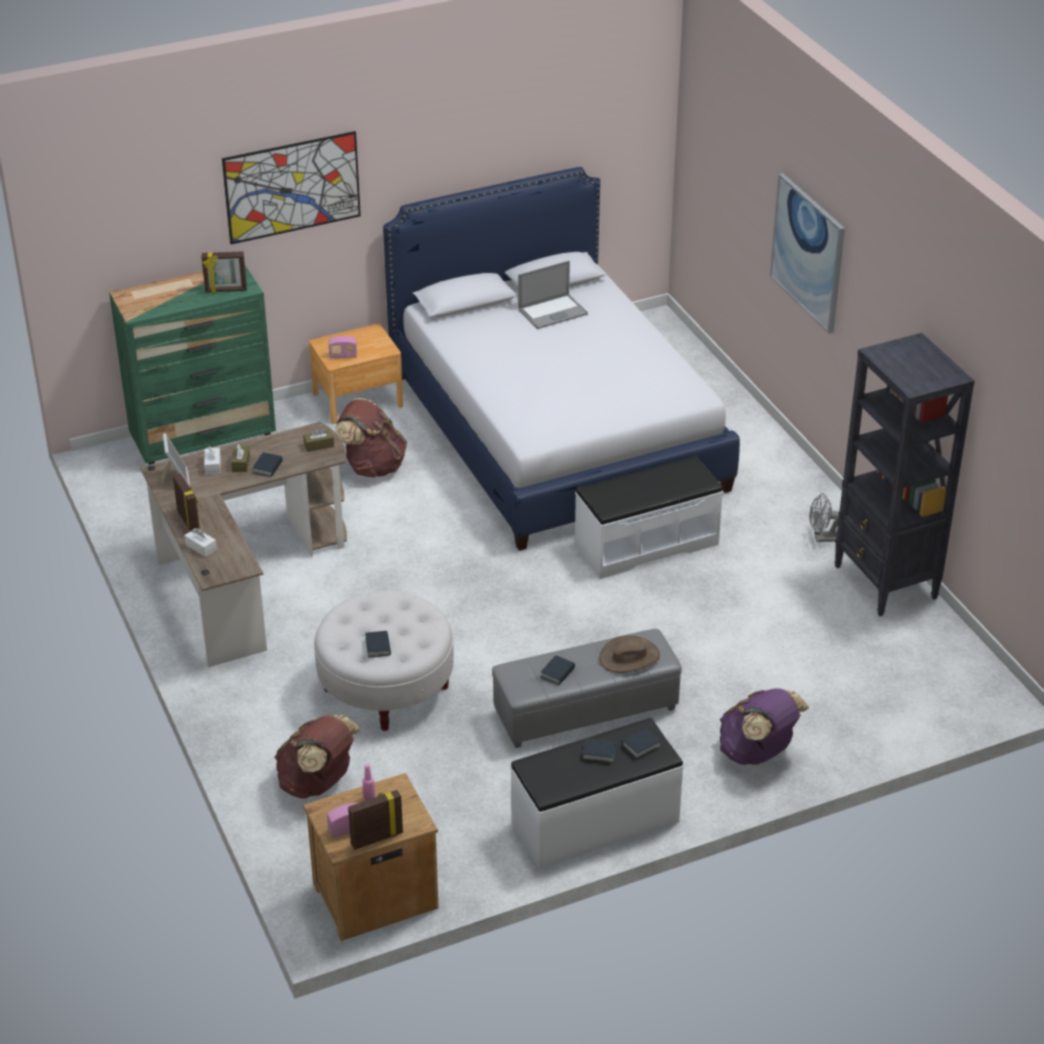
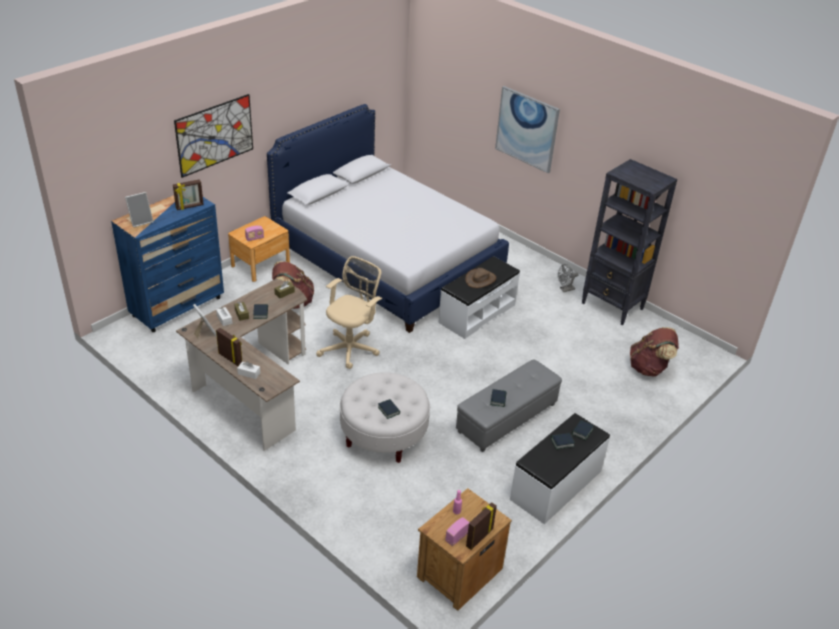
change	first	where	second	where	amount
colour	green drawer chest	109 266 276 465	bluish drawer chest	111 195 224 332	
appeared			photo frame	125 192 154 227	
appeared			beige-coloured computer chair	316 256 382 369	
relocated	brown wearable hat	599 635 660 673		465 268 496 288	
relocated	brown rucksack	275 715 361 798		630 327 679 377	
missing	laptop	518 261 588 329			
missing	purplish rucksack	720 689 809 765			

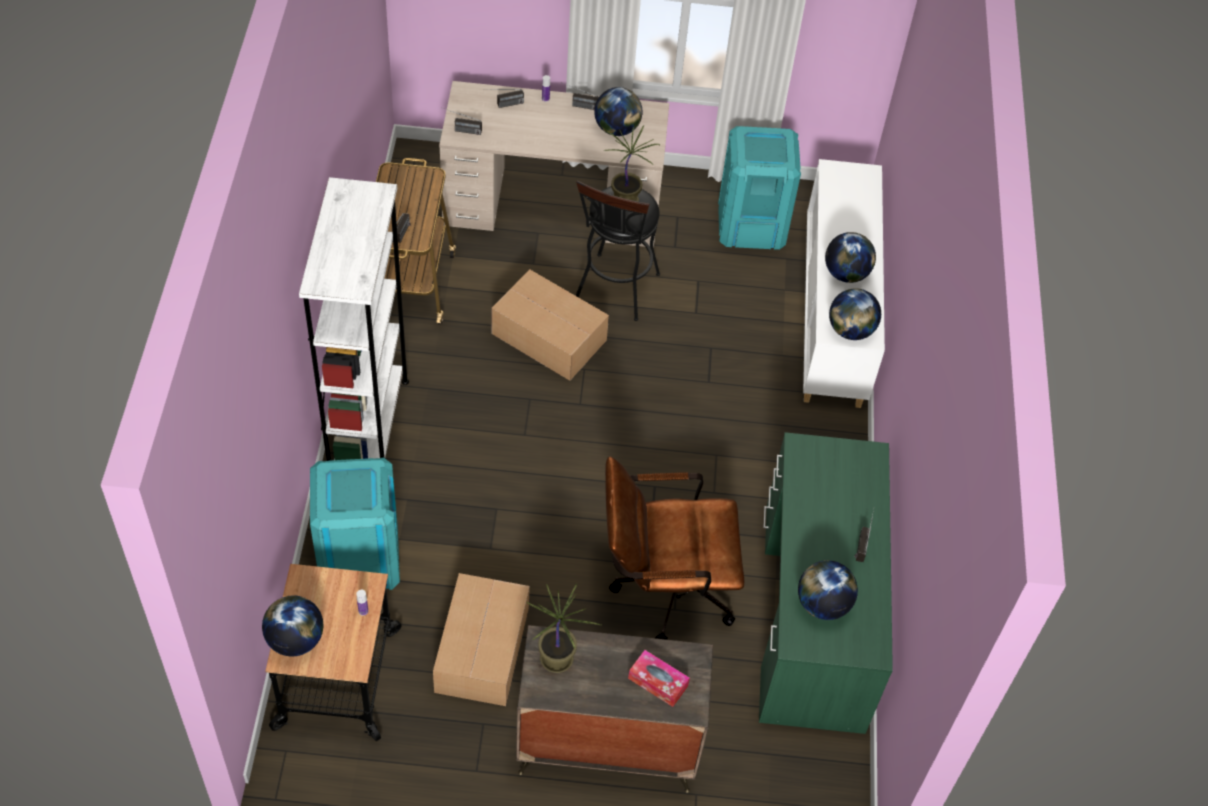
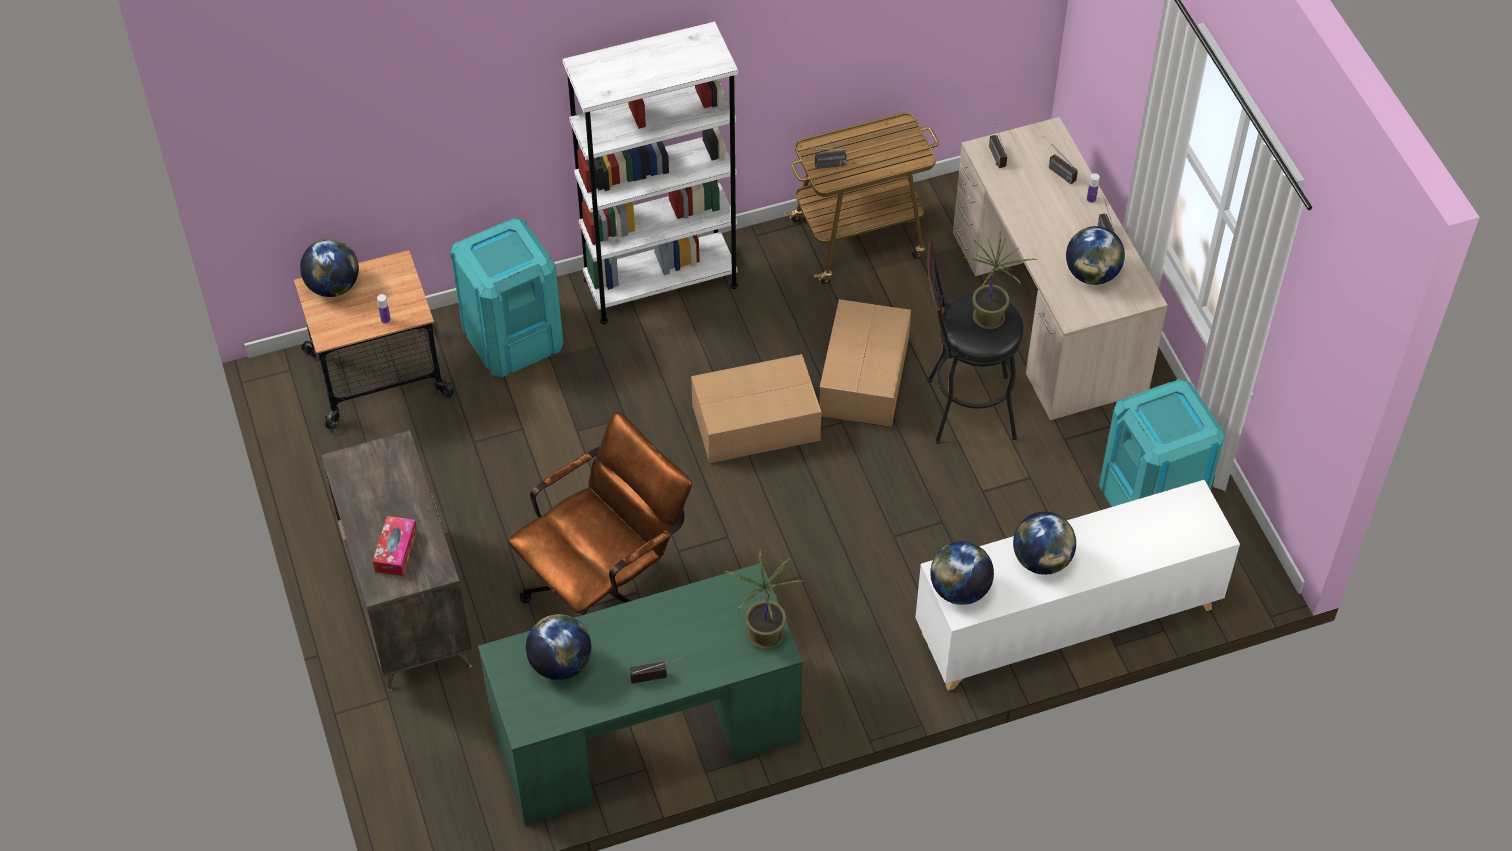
change	first	where	second	where	amount
spun	brown computer chair	605 457 744 640		508 412 692 615	75 degrees clockwise
relocated	packing box	433 573 530 706		691 354 821 463	
relocated	potted plant	526 584 601 673		724 549 804 649	

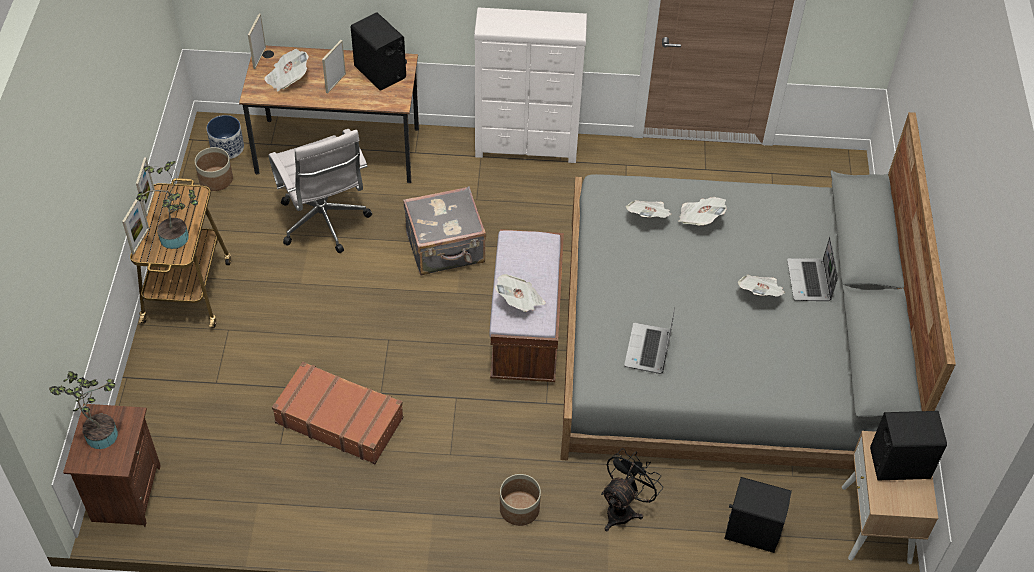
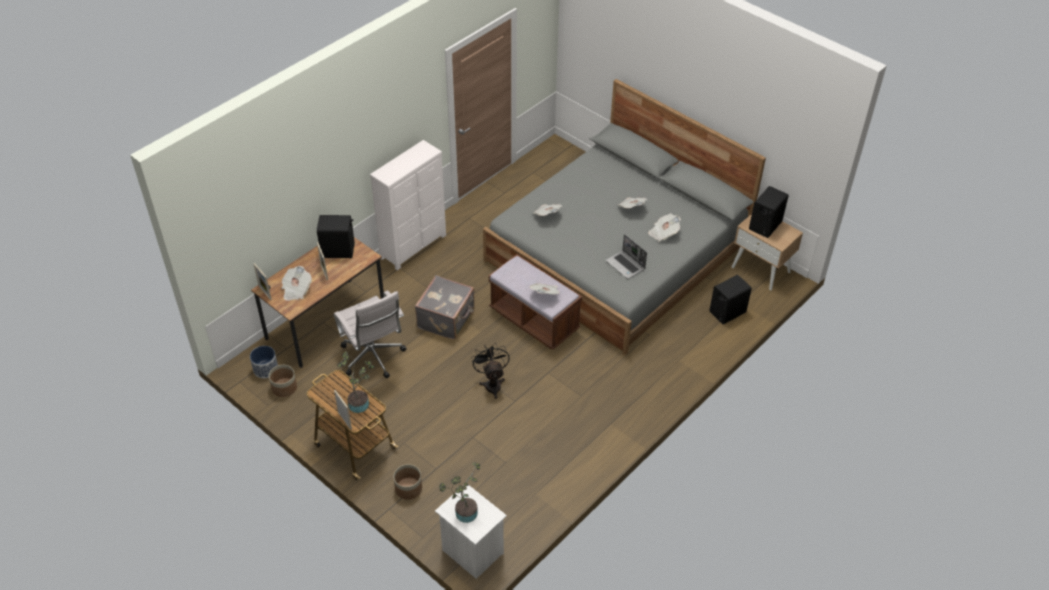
change	first	where	second	where	amount
spun	whitish computer chair	268 129 372 253		333 290 406 378	45 degrees clockwise
relocated	planter	500 474 541 526		393 464 422 500	
colour	brown night table	63 404 161 527	whitish night table	435 485 507 579	
relocated	blackish electric fan	601 448 663 531		472 344 510 399	
relocated	daily paper	678 197 727 226		648 214 681 242	
missing	photo frame	136 158 155 216			
missing	brown suitcase	272 362 403 464			
missing	laptop	787 237 838 301			

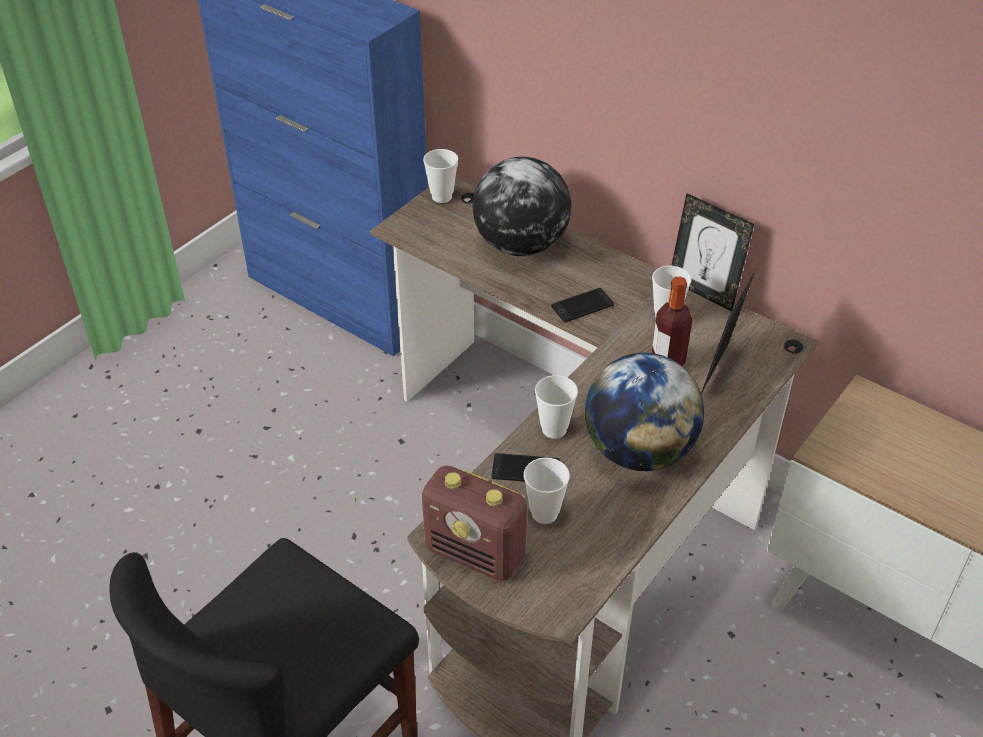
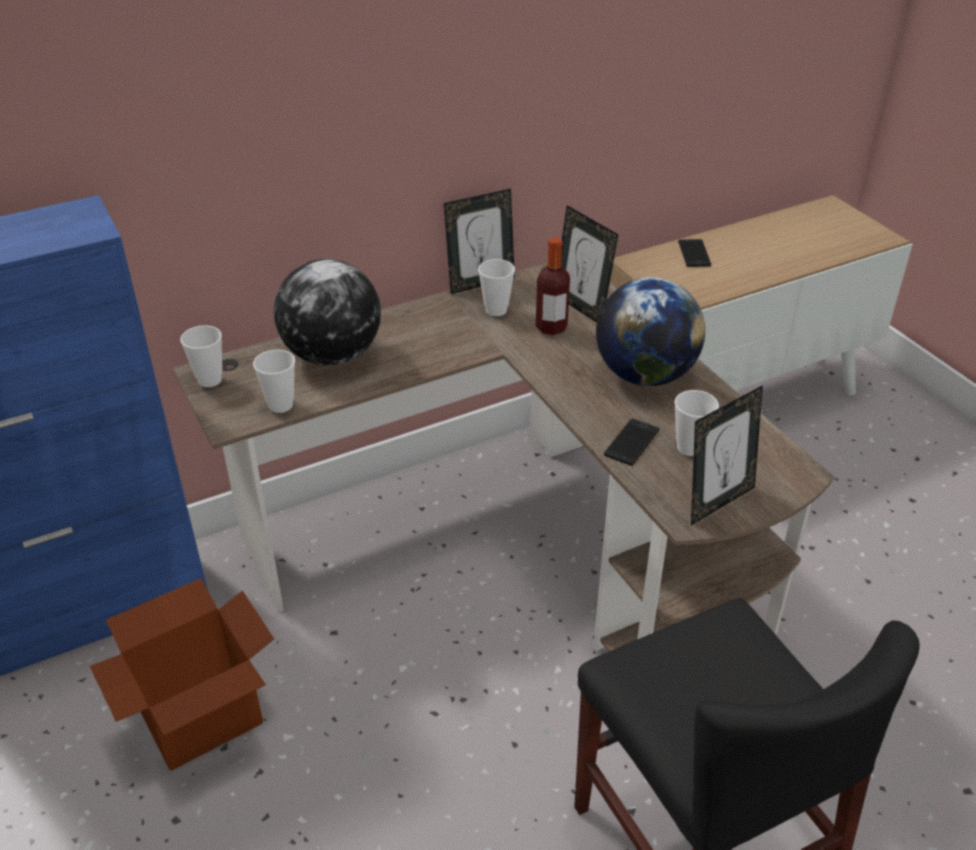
change	first	where	second	where	amount
appeared			packing box	90 578 274 771	
relocated	drinking cup	535 375 578 439		253 349 295 413	
relocated	telephone	551 288 614 323		678 239 711 267	
exchanged	radio	422 466 527 581	photo frame	691 385 763 525	

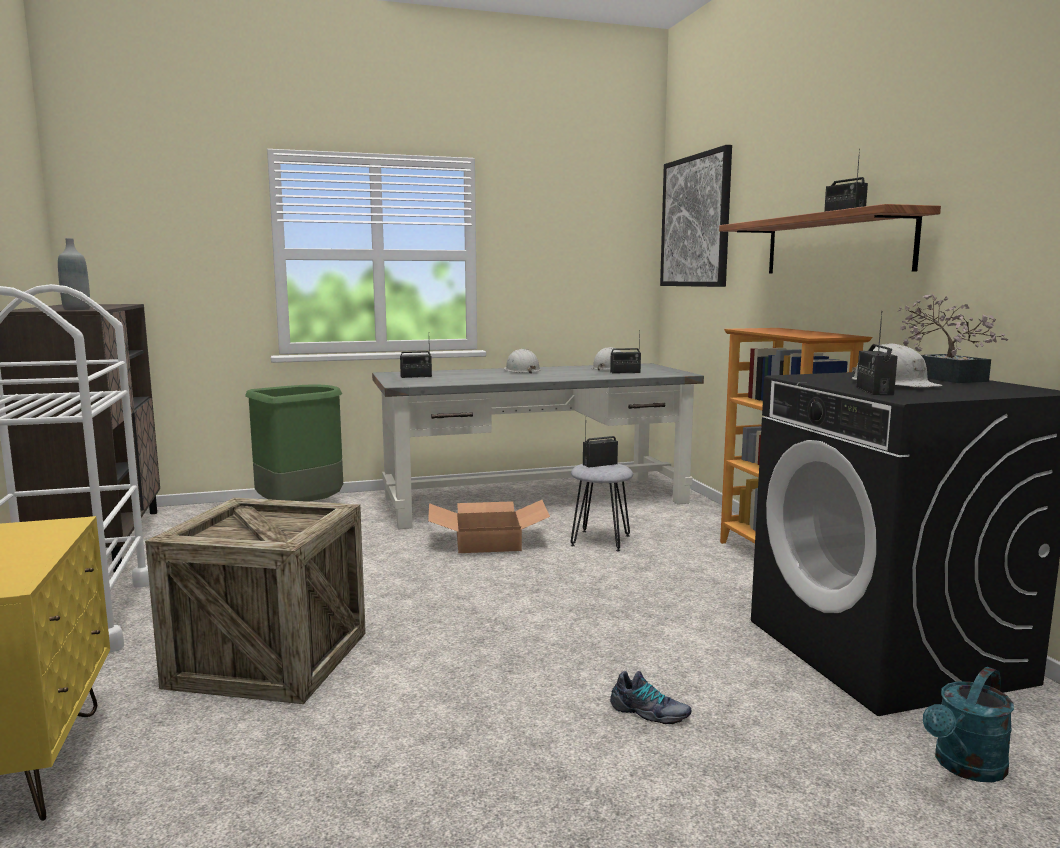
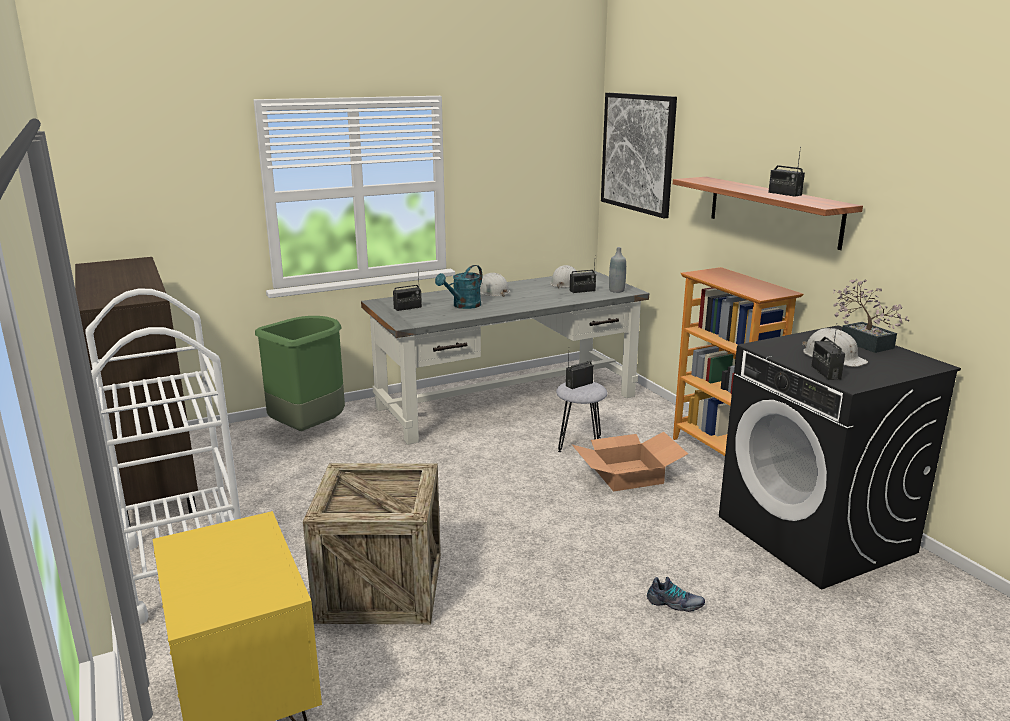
change	first	where	second	where	amount
relocated	blue-green watering pot	923 667 1014 782		435 265 482 309	
relocated	packing box	428 500 550 553		572 432 688 492	
relocated	gray beverage bottle	58 238 90 310		609 247 626 293	

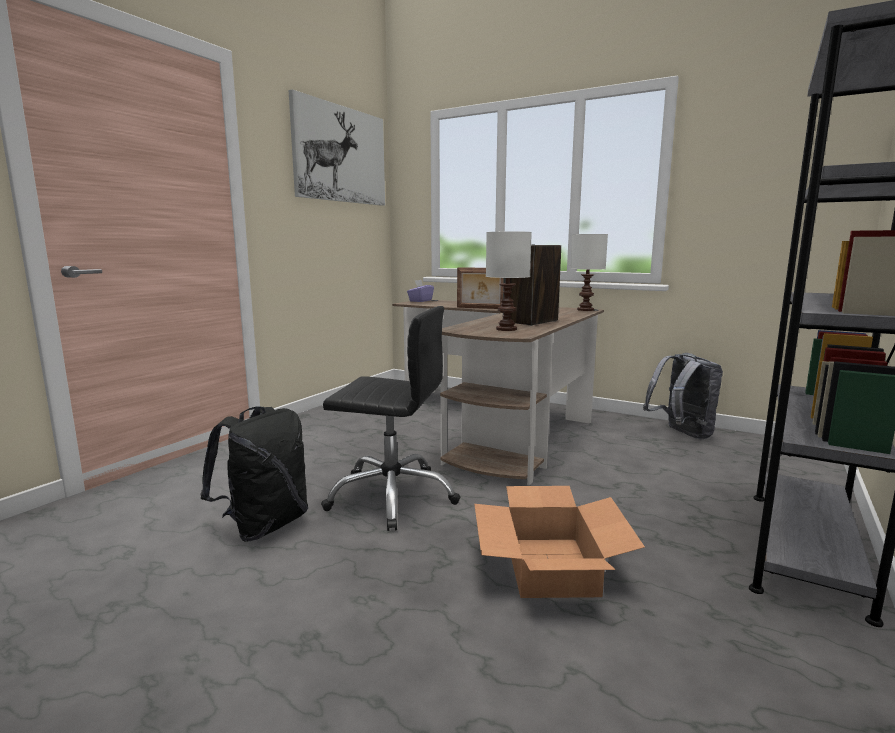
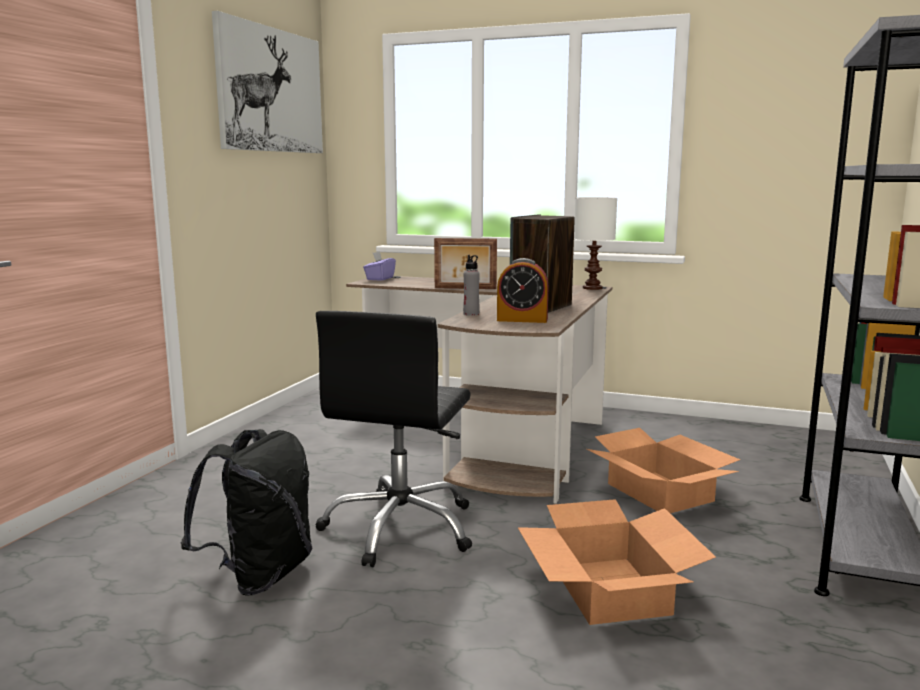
change	first	where	second	where	amount
spun	blackish computer chair	321 306 460 531		315 311 472 567	105 degrees clockwise
appeared			gray beverage bottle	463 255 480 316	
exchanged	whitish tabletop lamp	486 232 532 331	bedside clock	497 258 549 323	
appeared			packing box	587 428 740 513	
missing	gray rucksack	643 353 723 439			

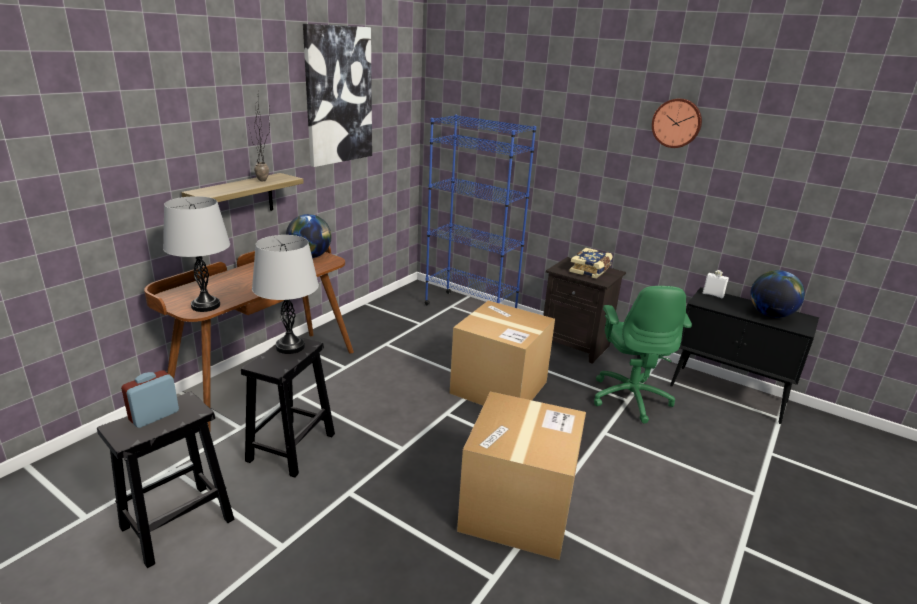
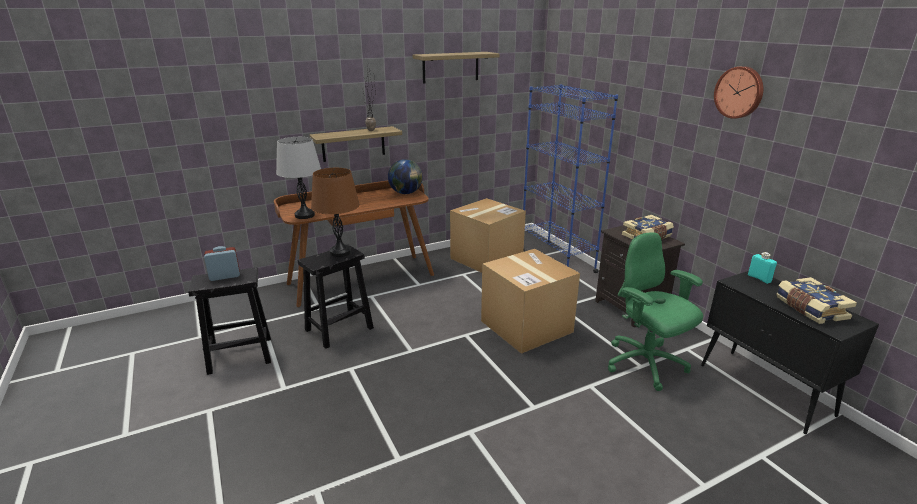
change	first	where	second	where	amount
colour	gray tabletop lamp	252 235 319 354	brown tabletop lamp	311 168 360 257	
exchanged	wall picture	303 24 372 167	wall shelf	413 52 500 84	
relocated	packing box	457 392 586 560		450 198 526 273	
spun	green computer chair	594 286 692 424		608 232 703 391	120 degrees clockwise
colour	whitish beverage bottle	703 270 729 299	blue-green beverage bottle	748 252 777 284	
exchanged	desk globe	750 270 805 318	bound book	776 277 857 324	

